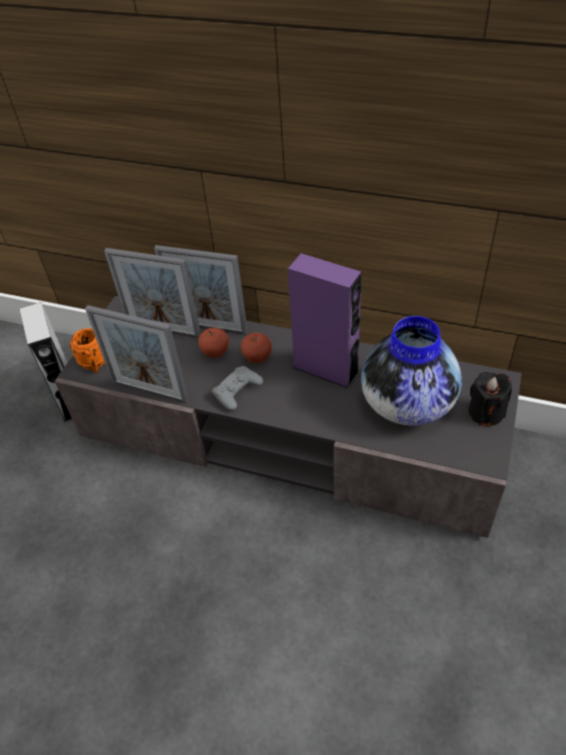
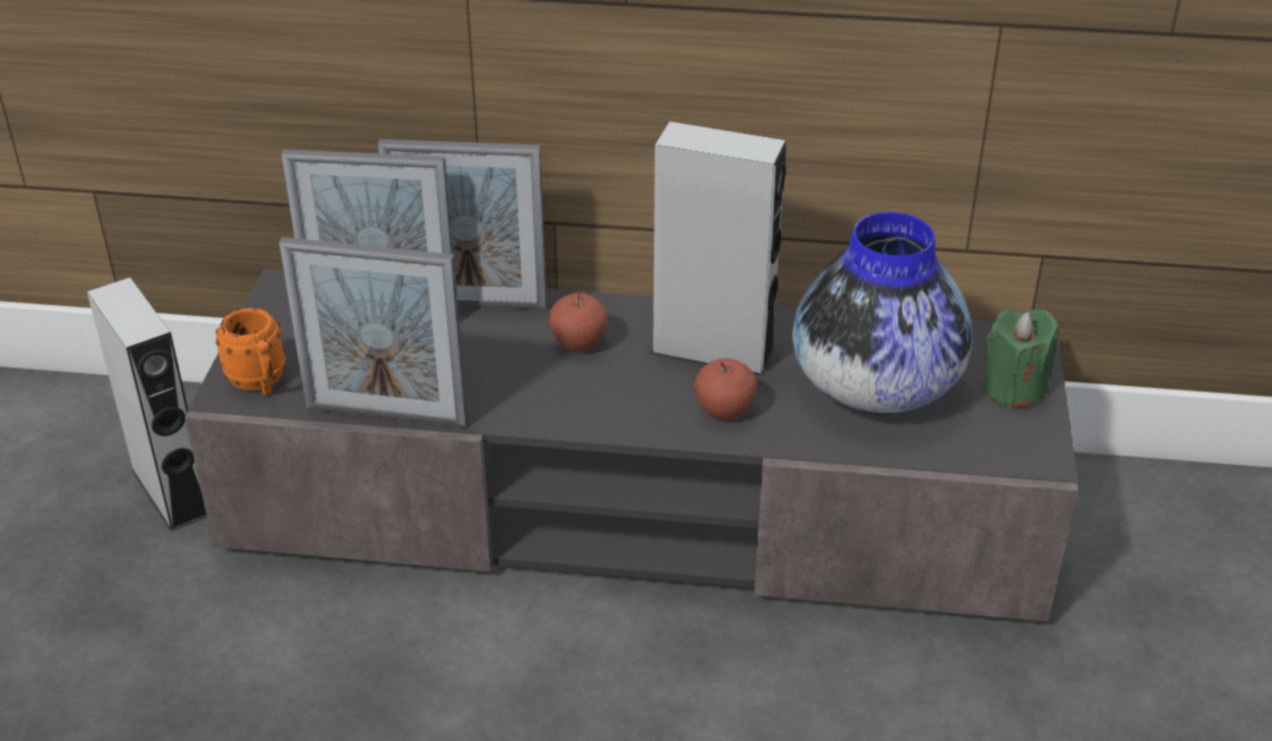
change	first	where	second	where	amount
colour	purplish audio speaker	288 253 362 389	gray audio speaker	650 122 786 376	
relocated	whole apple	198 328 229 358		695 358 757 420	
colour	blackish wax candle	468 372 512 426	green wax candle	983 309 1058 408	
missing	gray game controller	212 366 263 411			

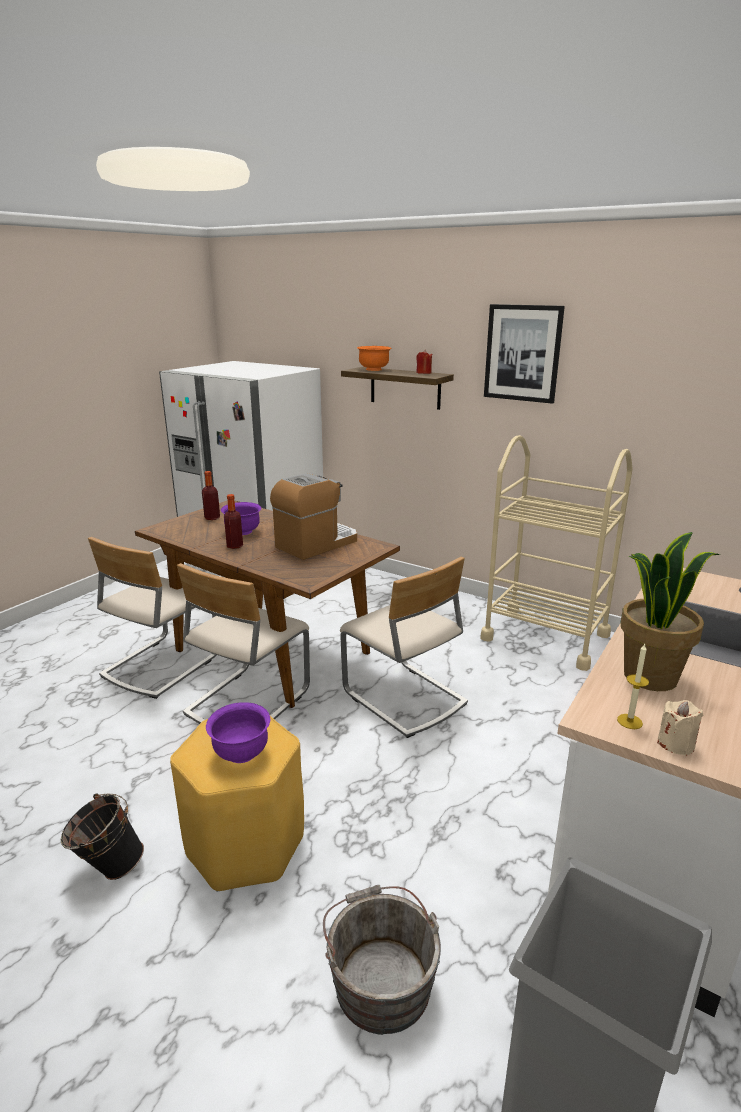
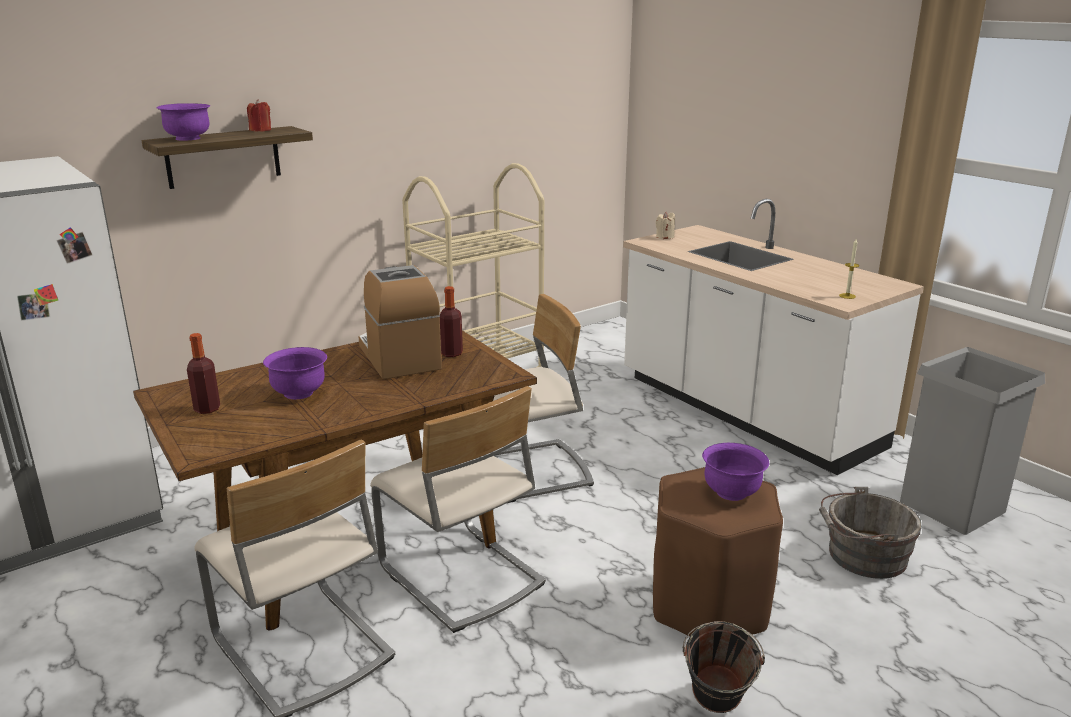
change	first	where	second	where	amount
colour	orange bowl	357 346 391 371	purplish bowl	157 103 210 141	
relocated	beverage bottle	224 494 243 549		440 286 463 357	
colour	yellow-coloured stool	170 716 304 892	brown stool	653 467 783 636	
relocated	beige-coloured wax candle	657 700 703 756		656 211 675 239	
missing	wall picture	484 304 565 404			
missing	potted plant	620 532 720 691			

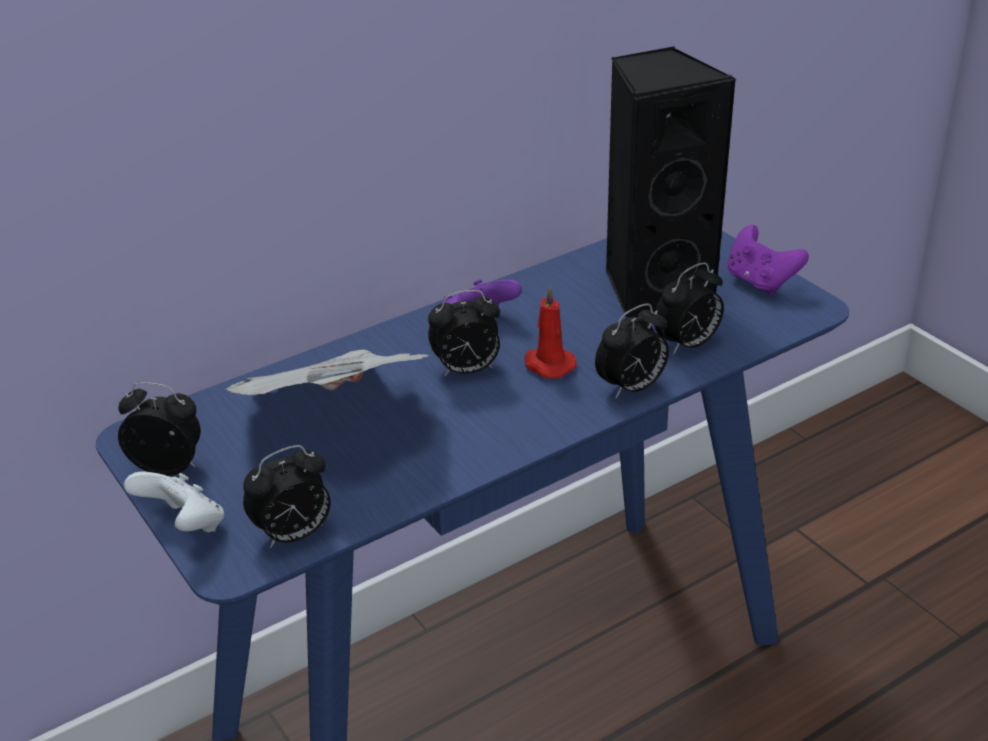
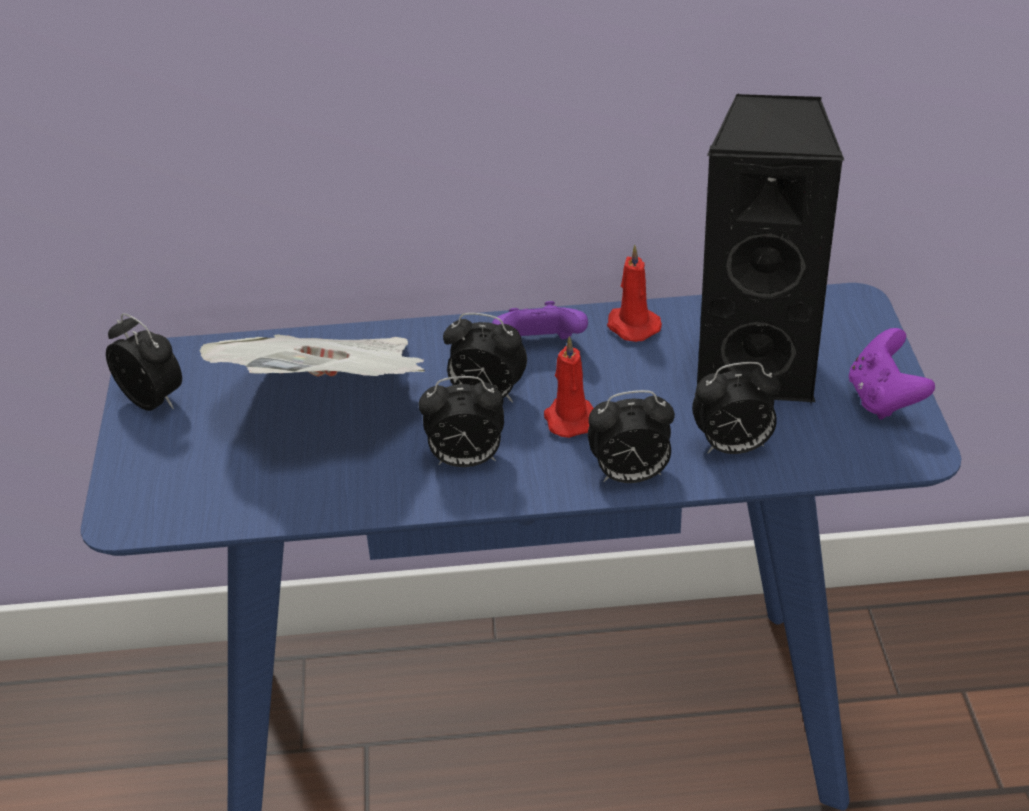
change	first	where	second	where	amount
relocated	bedside clock	243 445 331 548		419 376 504 467	
appeared			red wax candle	607 245 662 342	
missing	whitish game controller	124 472 224 532			

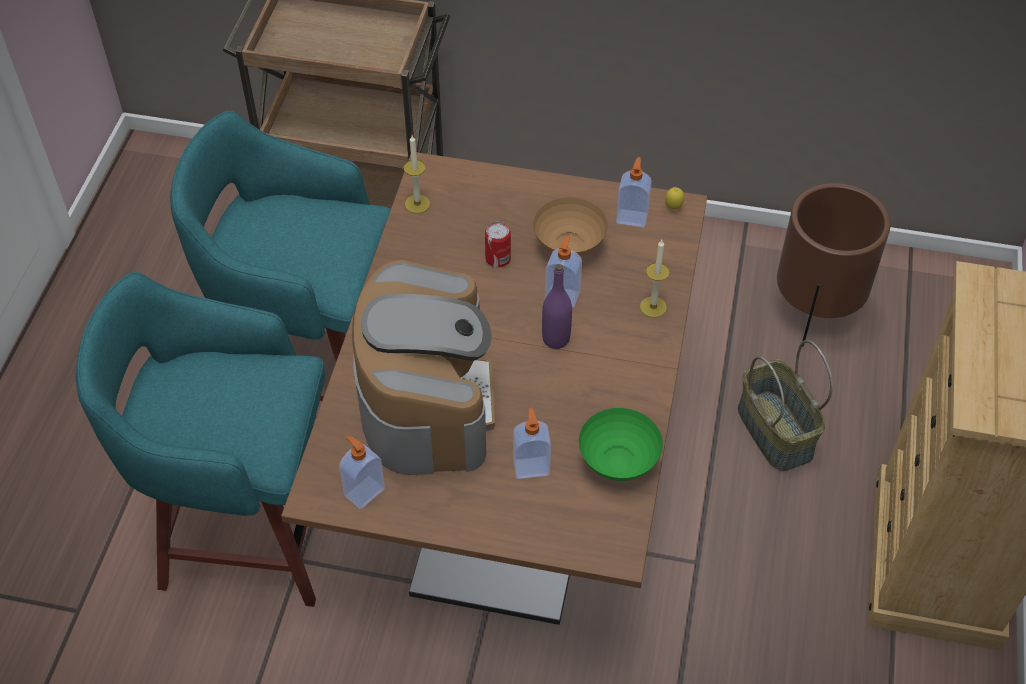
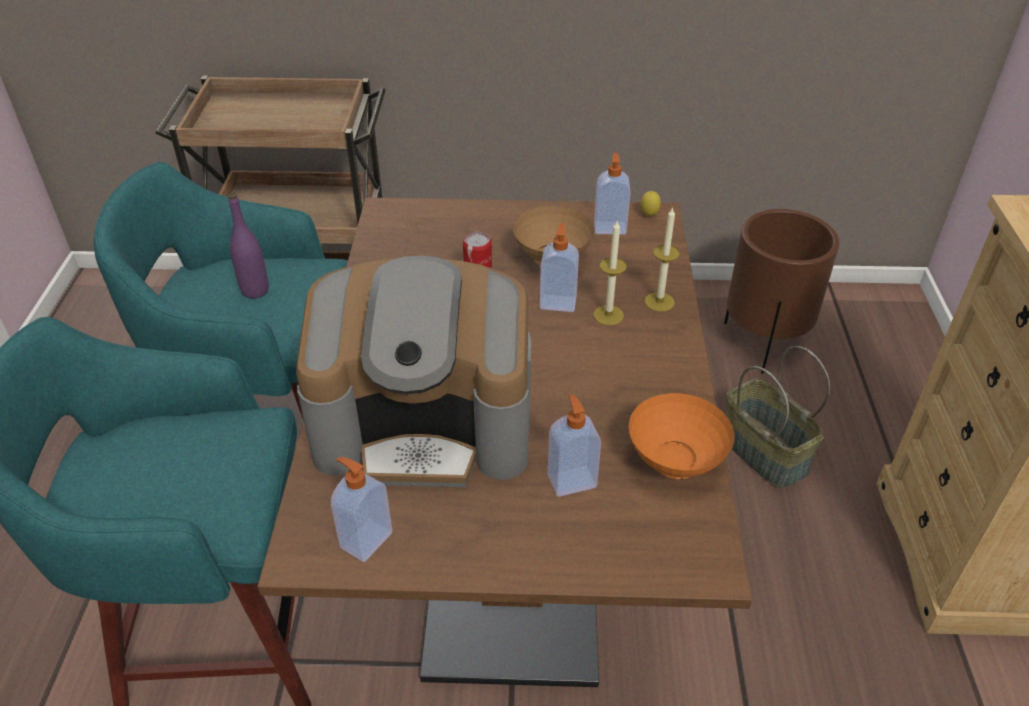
change	first	where	second	where	amount
relocated	purplish beverage bottle	542 264 572 349		228 194 269 298	
spun	coffee maker	352 260 495 475		296 256 531 487	105 degrees clockwise
relocated	wax candle	403 135 430 214		593 221 627 325	
colour	green bowl	579 408 663 481	orange bowl	628 393 734 479	

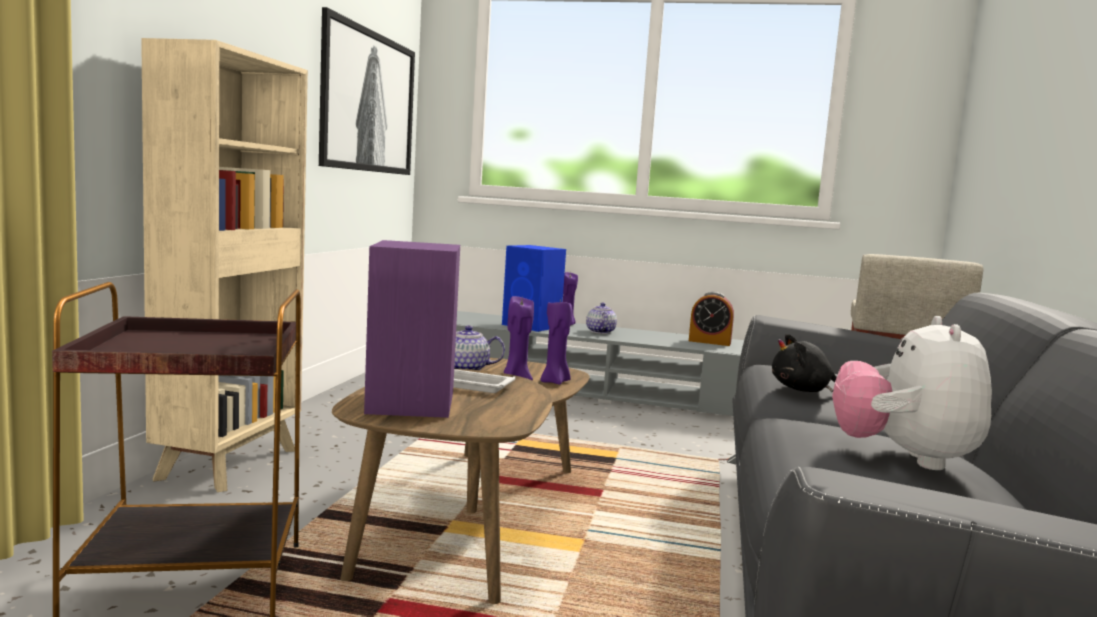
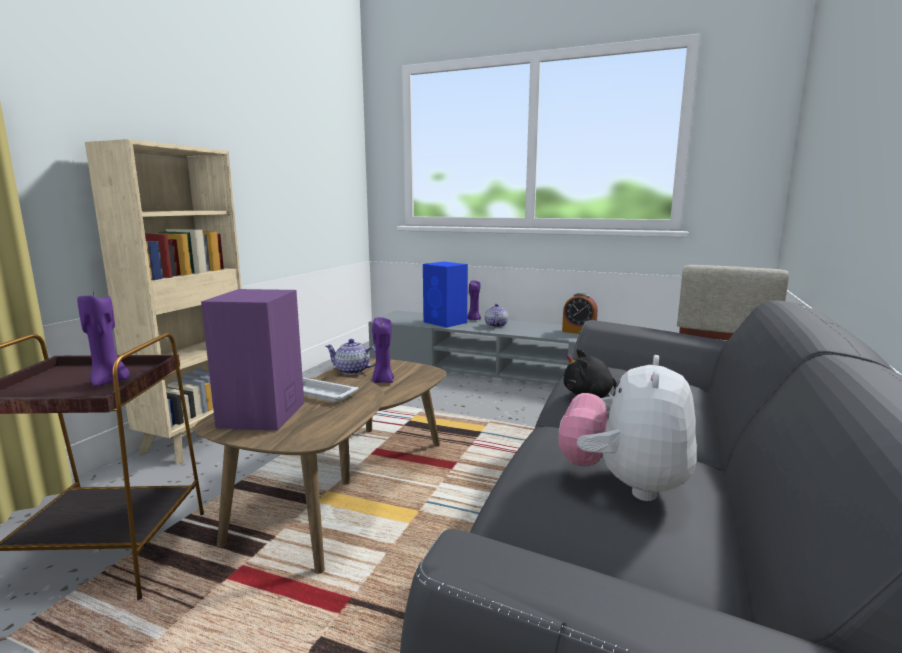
change	first	where	second	where	amount
relocated	purplish wax candle	540 298 572 384		77 292 130 387	
missing	wall picture	319 7 415 175			

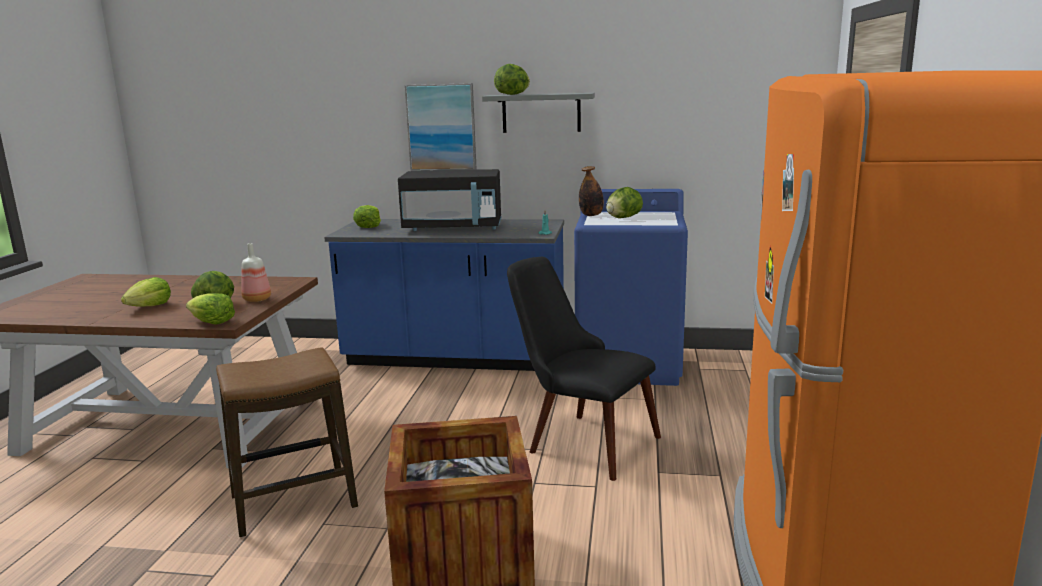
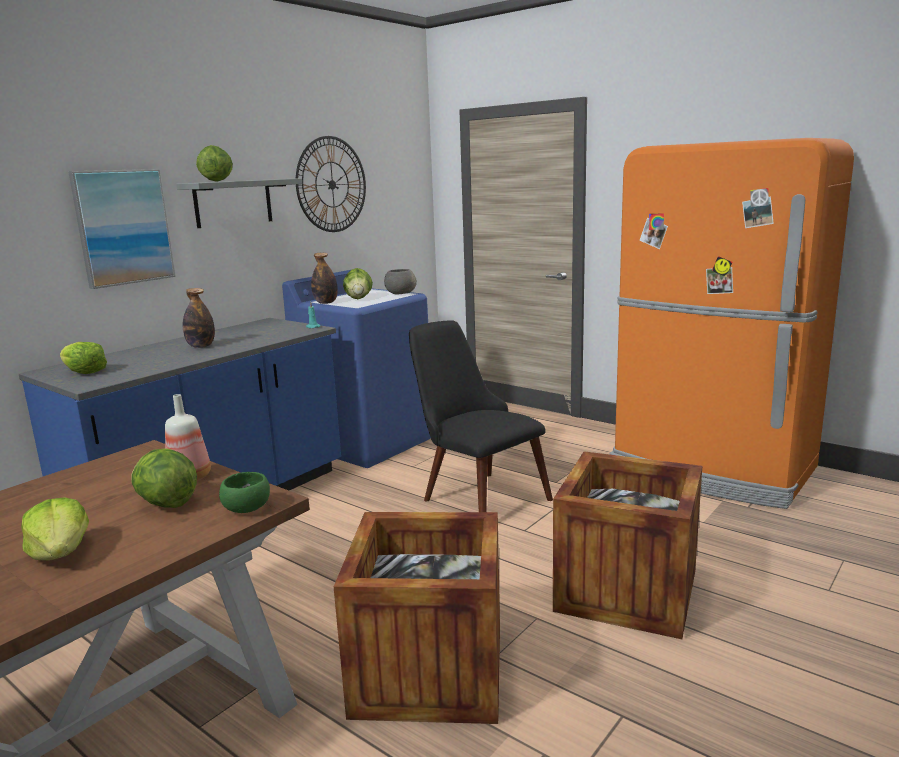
change	first	where	second	where	amount
exchanged	blackish microwave	398 169 501 231	beverage bottle	183 288 215 348	
exchanged	lettuce	186 293 235 325	green bowl	219 472 270 513	
appeared			clock on the wall	296 136 366 232	
exchanged	stool	216 347 358 537	packing crate	334 512 500 724	
appeared			gray bowl	384 269 417 294	
spun	blackish plain chair	507 257 661 481		409 320 553 512	75 degrees clockwise

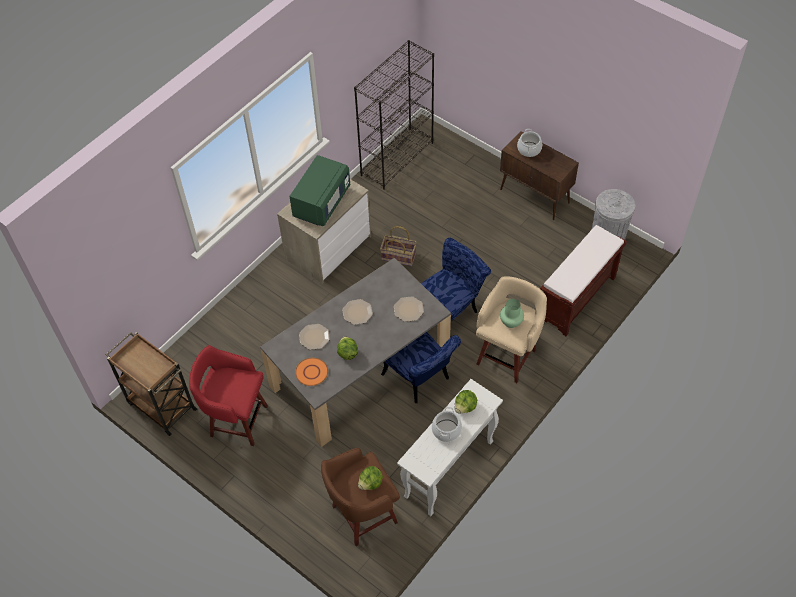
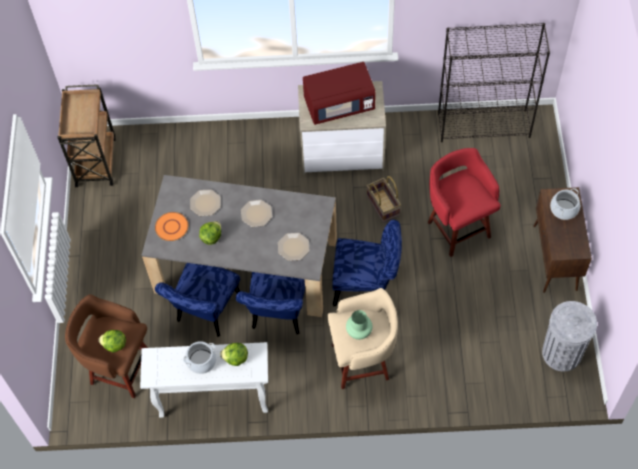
change	first	where	second	where	amount
appeared			bluish plain chair	155 263 240 337	
colour	green microwave	289 155 350 226	red microwave	303 62 376 125	
relocated	red stool	189 345 268 446		428 148 501 257	
missing	brown long seat	540 225 627 336			

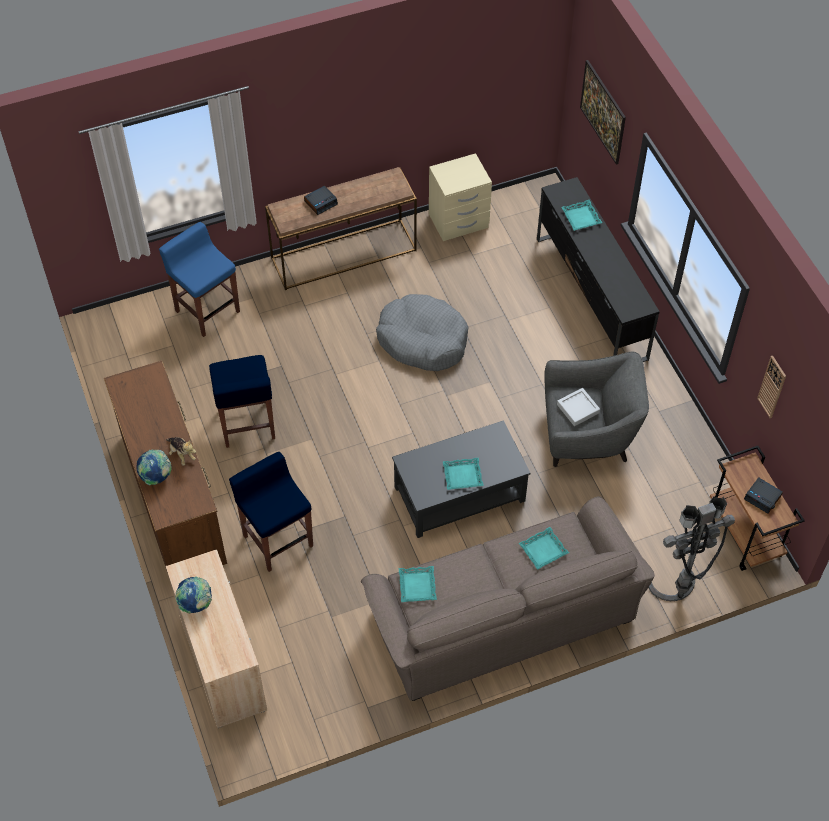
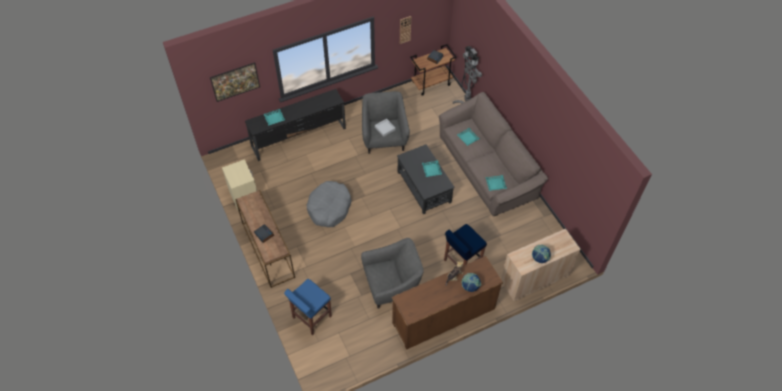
change	first	where	second	where	amount
exchanged	bluish stool	209 355 275 448	gray armchair	361 238 424 309	

